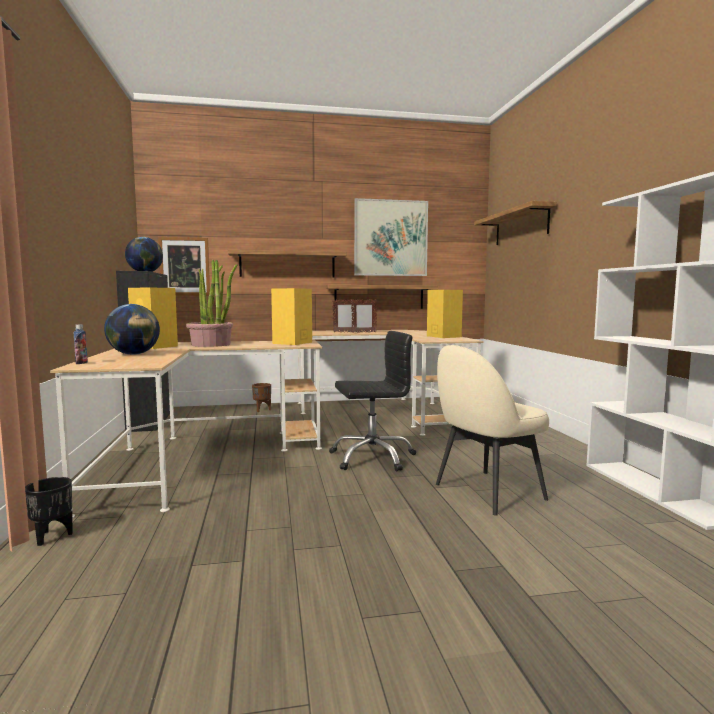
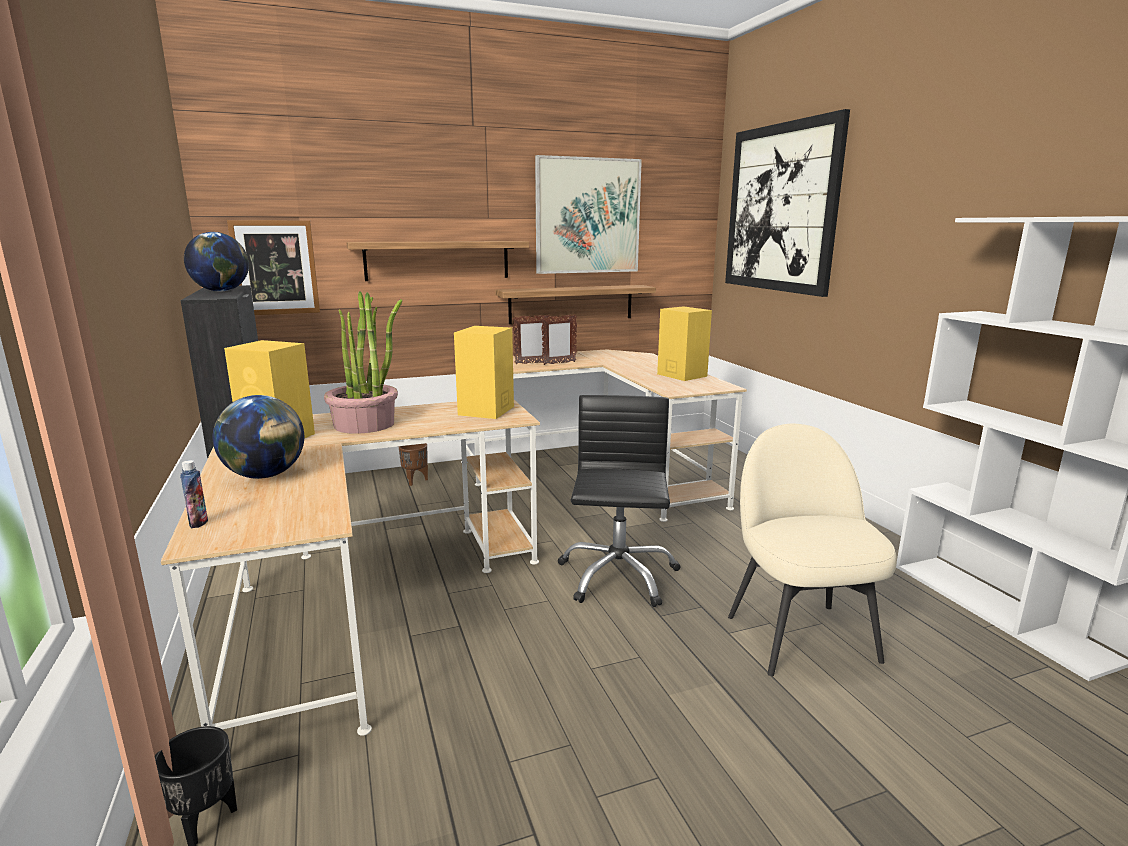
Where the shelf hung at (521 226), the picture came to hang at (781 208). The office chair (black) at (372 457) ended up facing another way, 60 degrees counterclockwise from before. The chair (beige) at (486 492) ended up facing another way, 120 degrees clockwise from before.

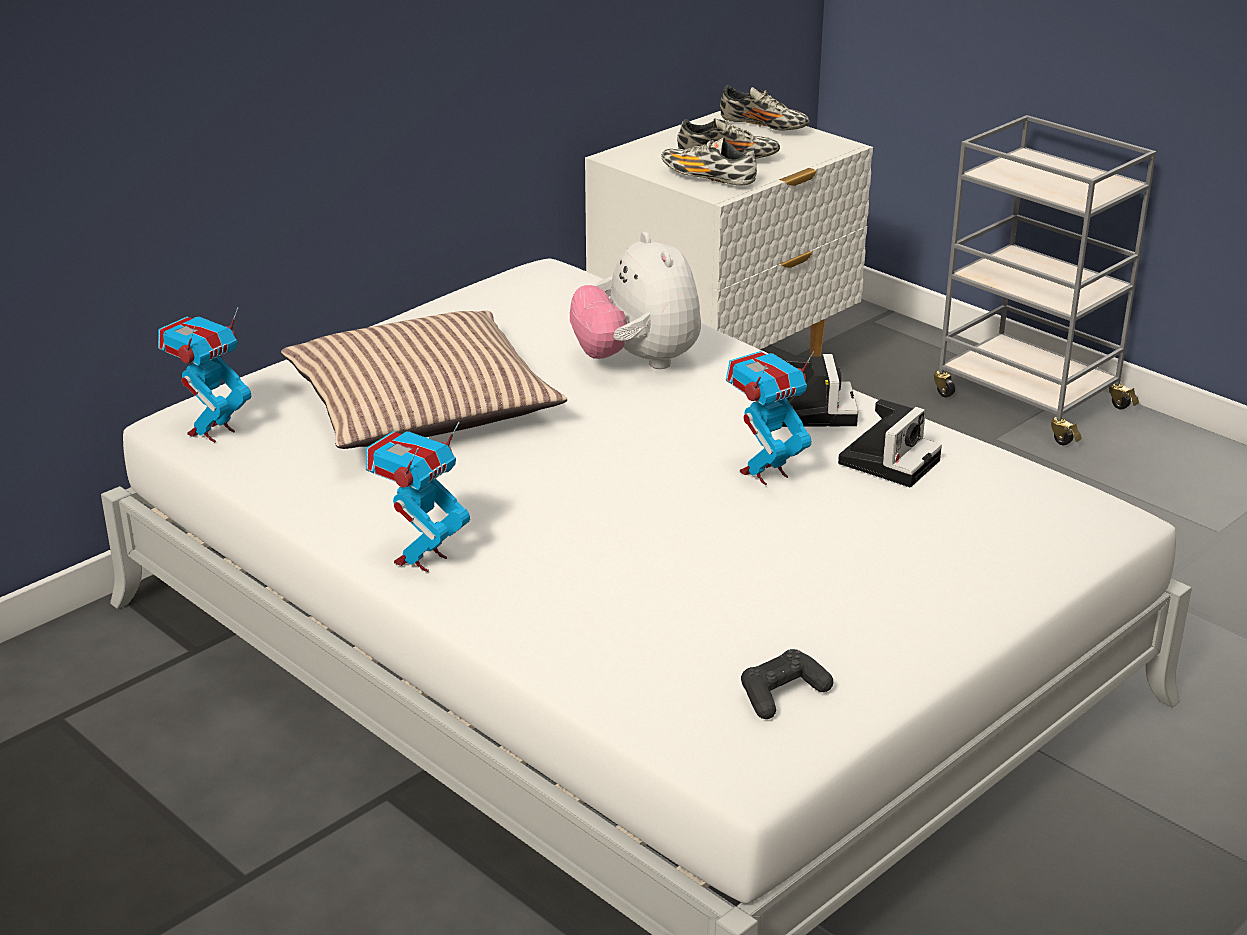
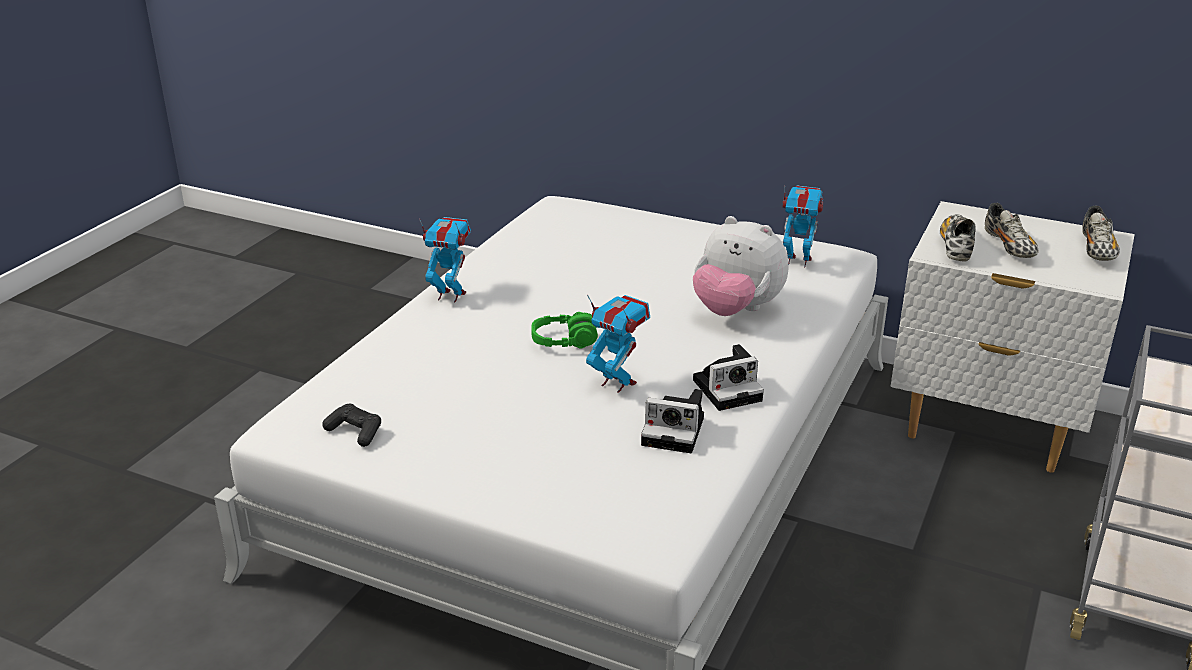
The plush toy at (637 362) ended up facing another way, 105 degrees counterclockwise from before. The toy robot ended up elsewhere, having gone from (212 431) to (798 261). The second view lost the pillow at (421 407). The second view gained the headphones (green) at (564 341).

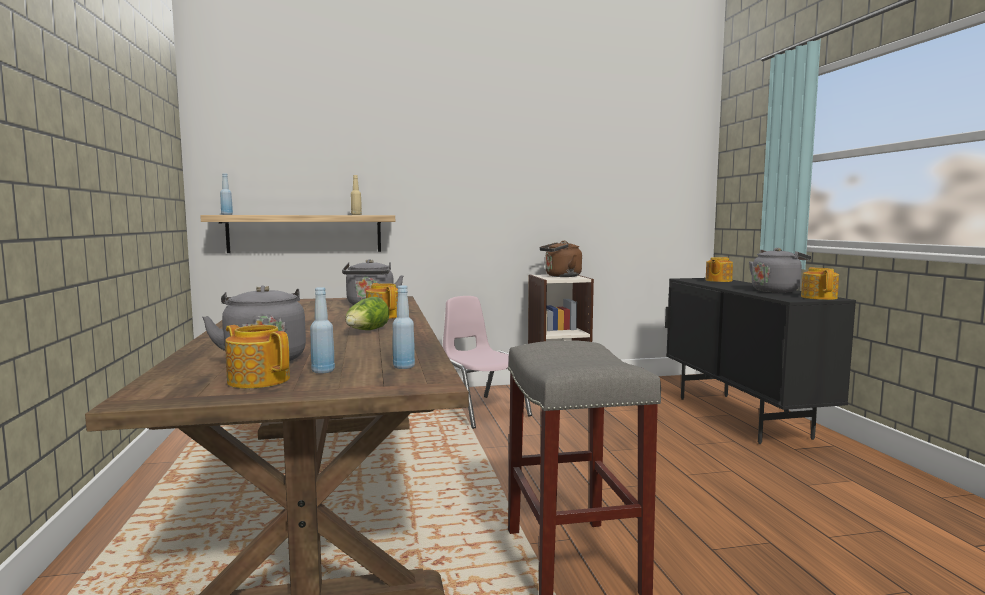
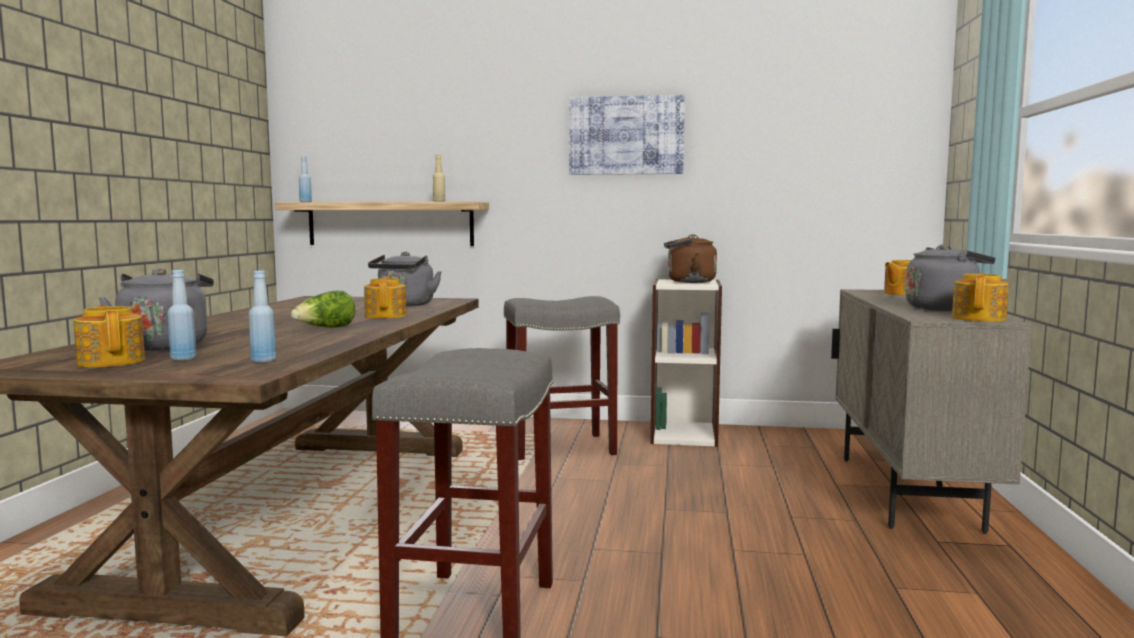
What was the cabinet (black) at (741 417) turned into the cabinet (beige) at (907 492). Where the chair (pink) stood at (481 411), the stool (grey) came to stand at (561 447). The second view gained the picture at (626 135).

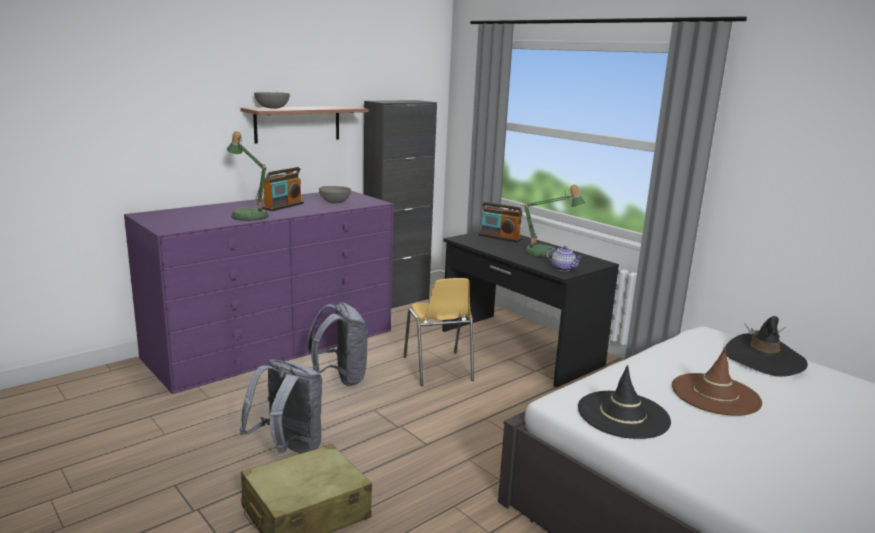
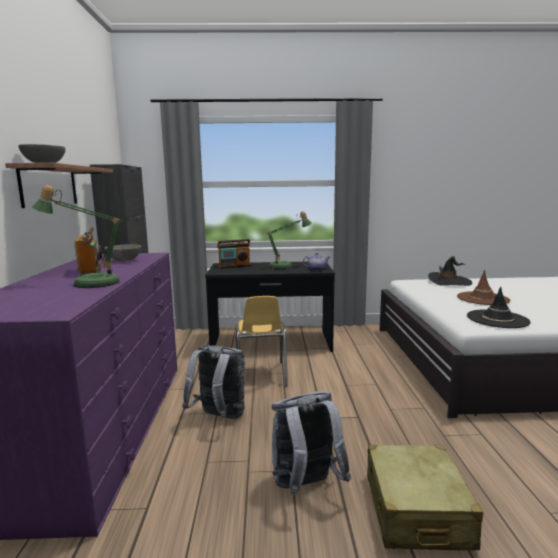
The chair (yellow) at (438 369) ended up facing another way, 60 degrees clockwise from before.

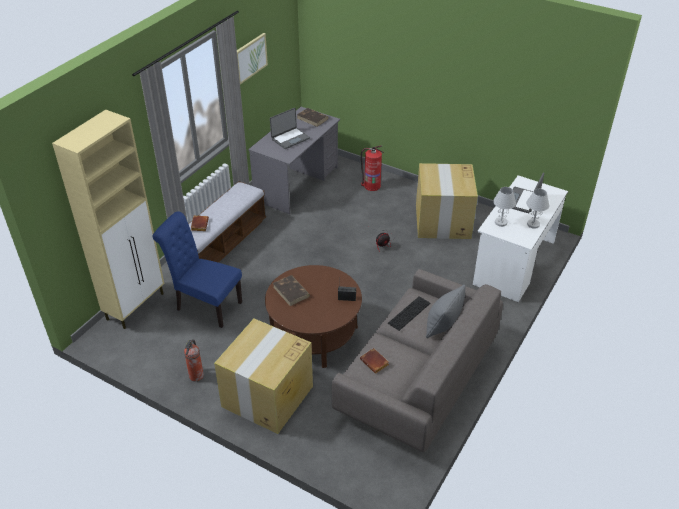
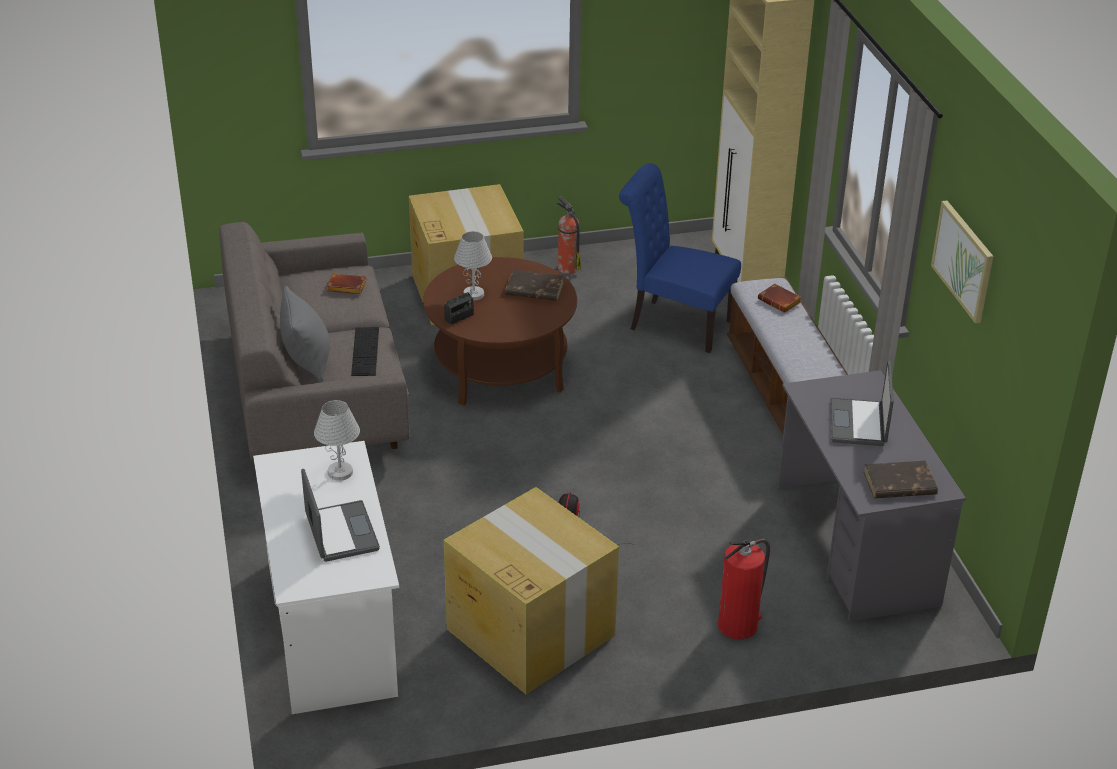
The table lamp (white) ended up elsewhere, having gone from (533 224) to (474 294). The chair (blue) at (205 305) ended up facing another way, 135 degrees counterclockwise from before.

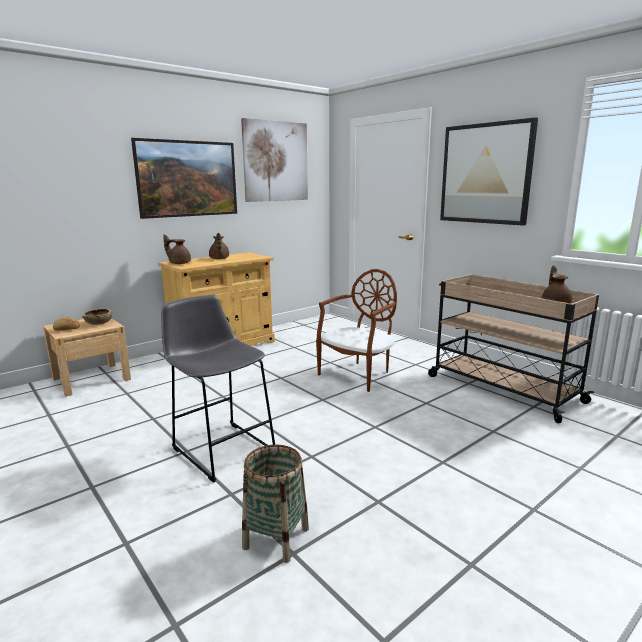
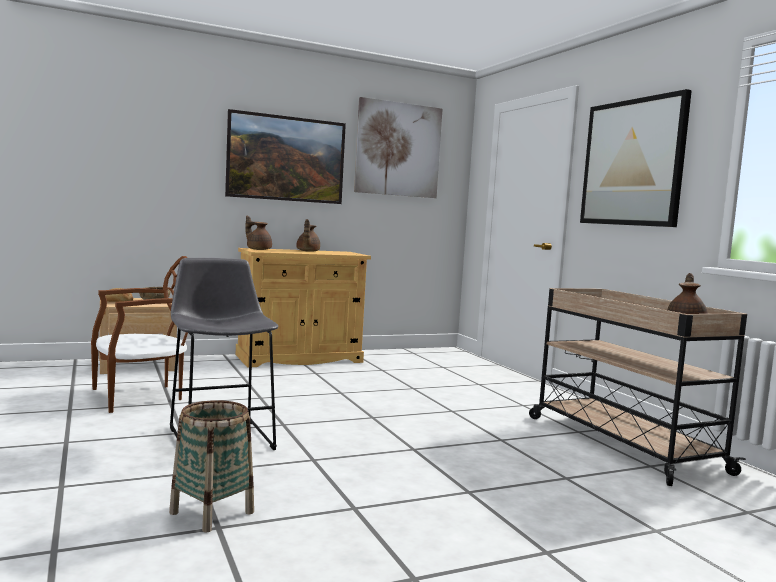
The chair (brown) ended up elsewhere, having gone from (358 374) to (140 396).

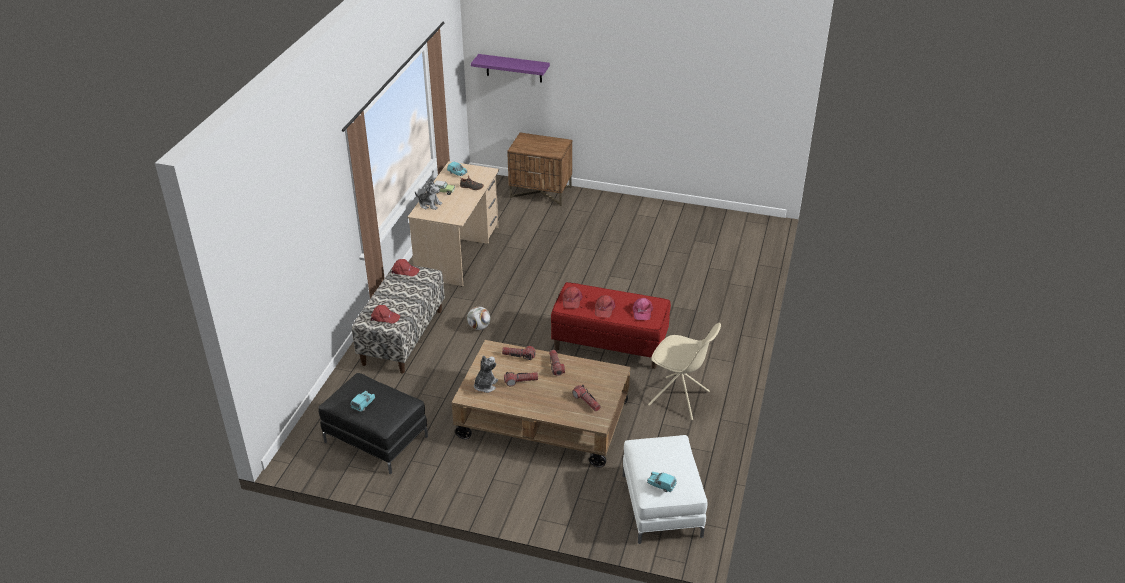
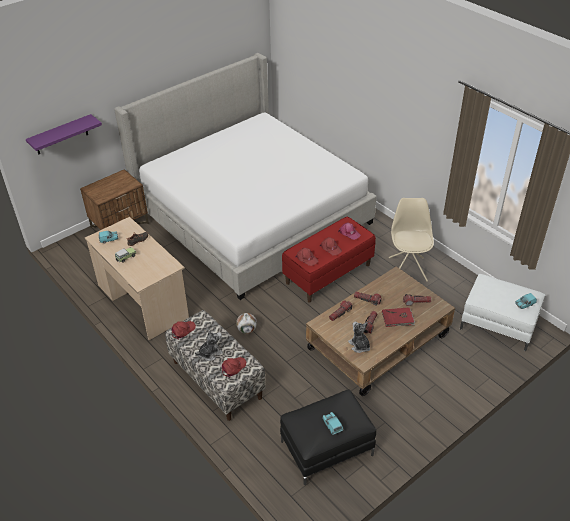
The plush toy ended up elsewhere, having gone from (429 204) to (210 353). The chair (beige) at (680 399) ended up facing another way, 60 degrees counterclockwise from before. The second view gained the bed at (252 215). The second view gained the book (red) at (398 318).

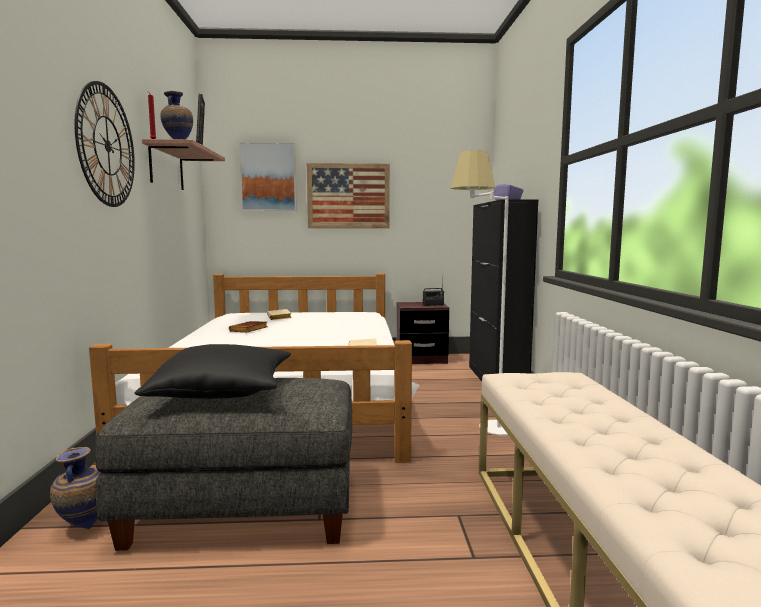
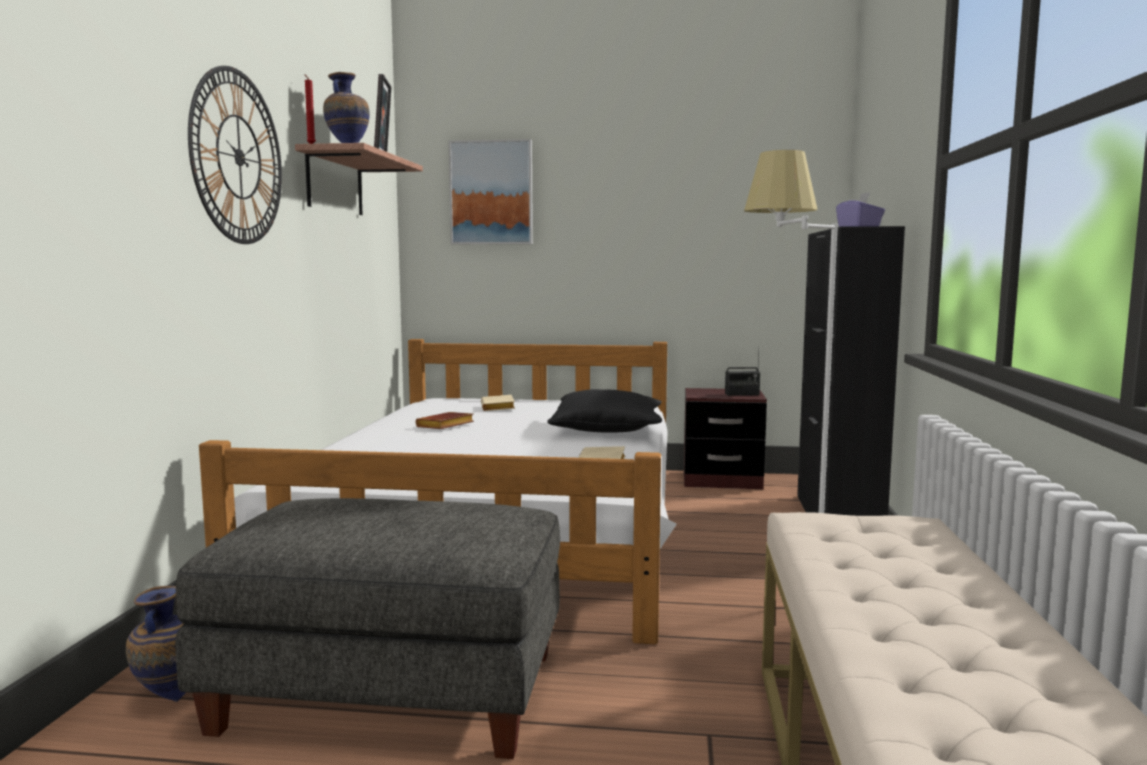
The second view lost the picture at (348 196). The pillow (black) ended up elsewhere, having gone from (223 391) to (607 429).

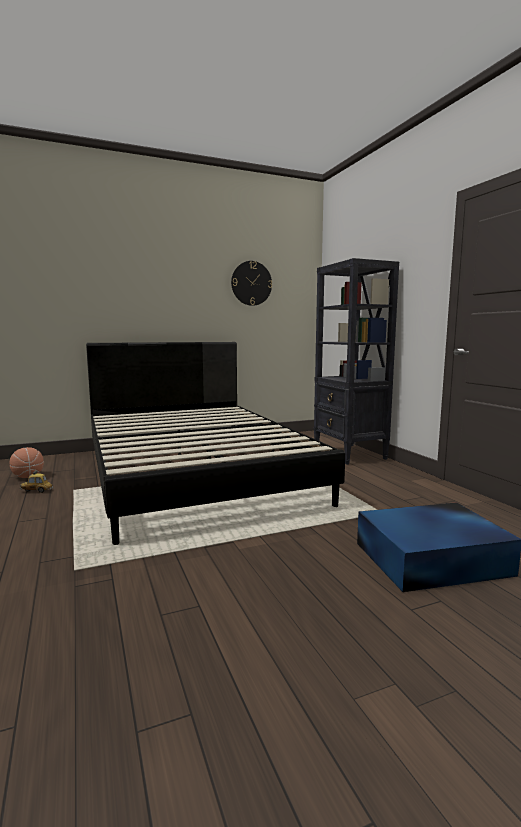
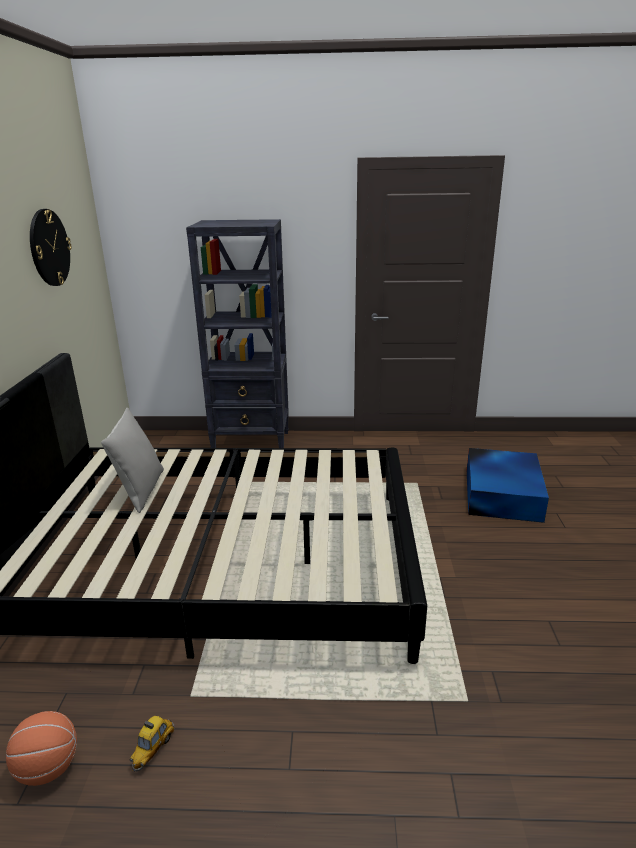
The second view gained the pillow (grey) at (140 491).

